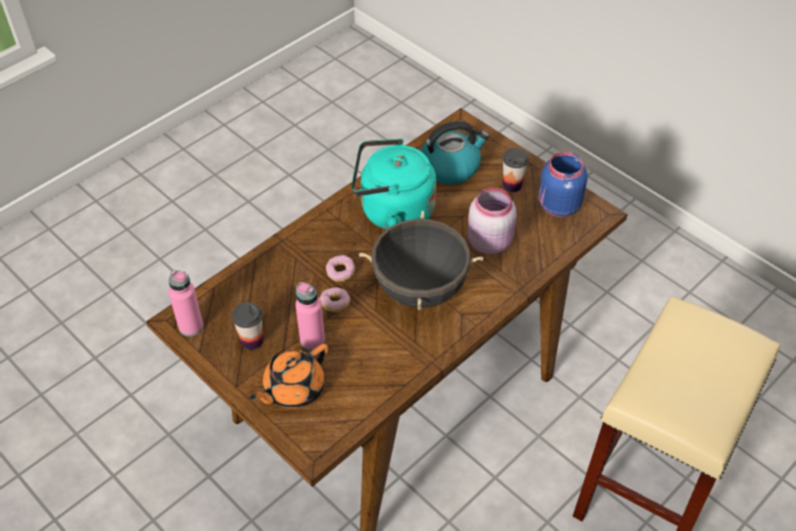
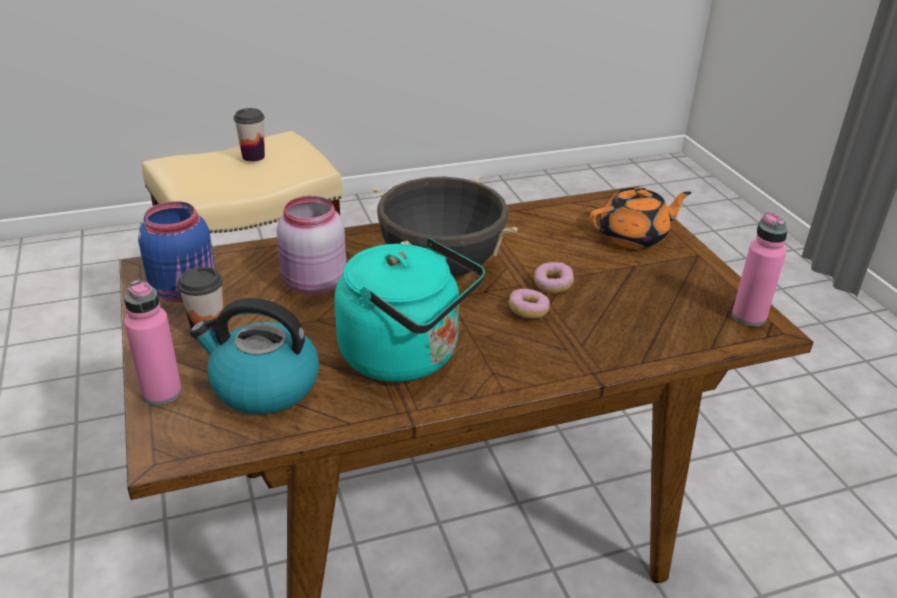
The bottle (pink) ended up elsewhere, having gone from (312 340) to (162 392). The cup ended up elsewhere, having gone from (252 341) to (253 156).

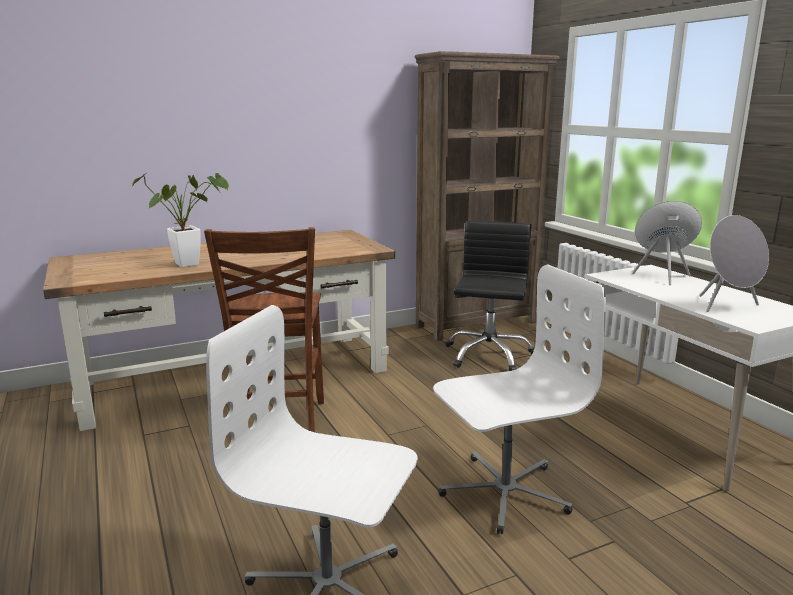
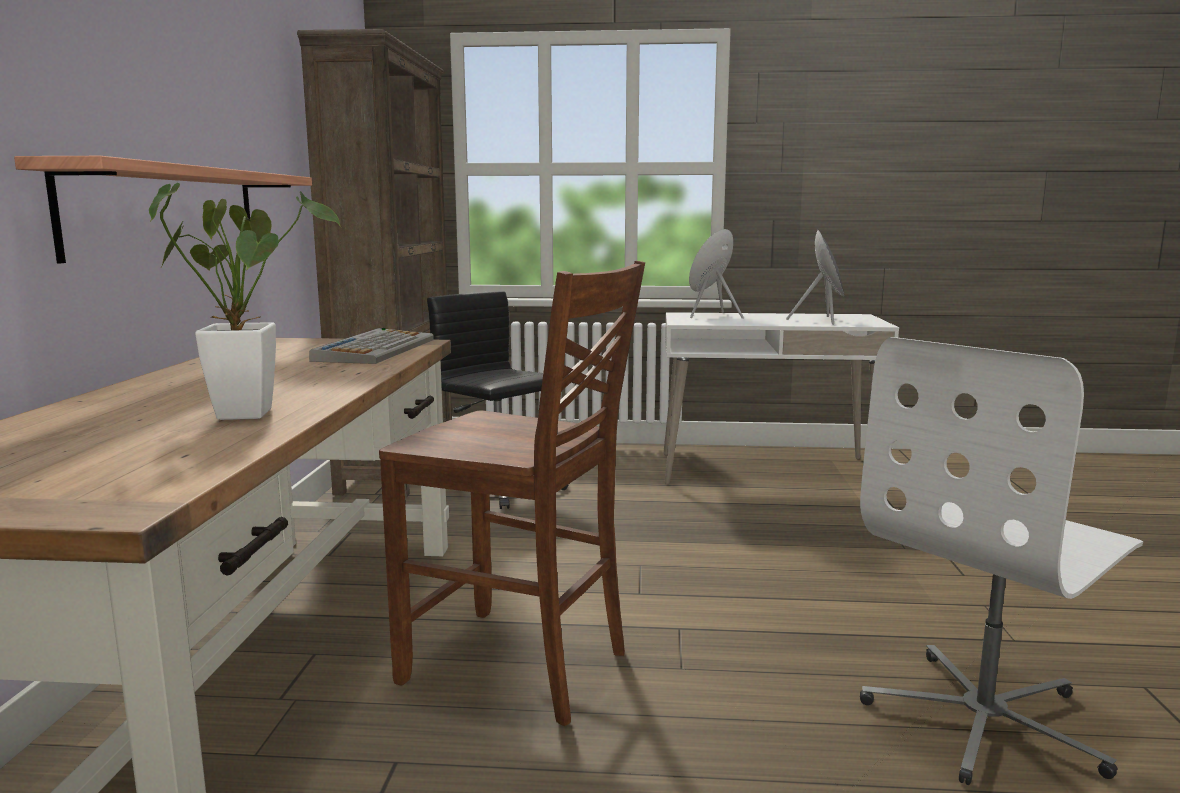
The second view lost the office chair (white) at (504 492). The second view gained the shelf at (167 211). The second view gained the keyboard at (375 349).

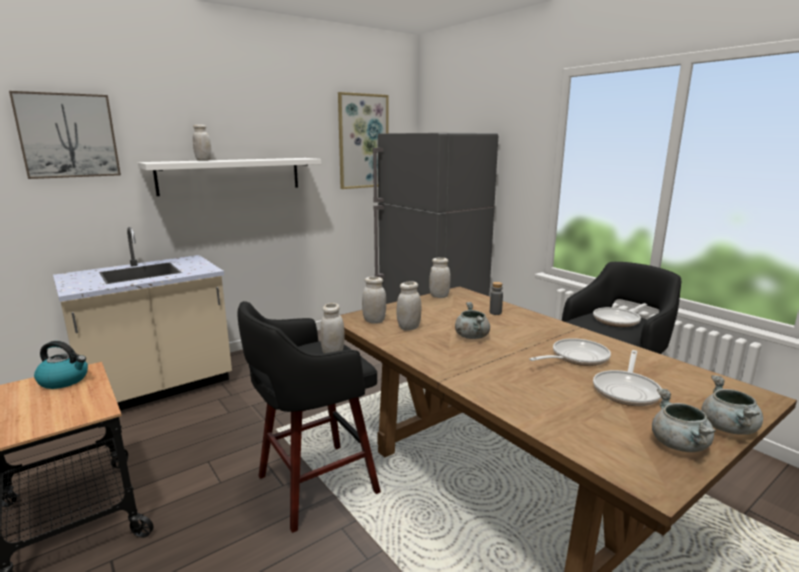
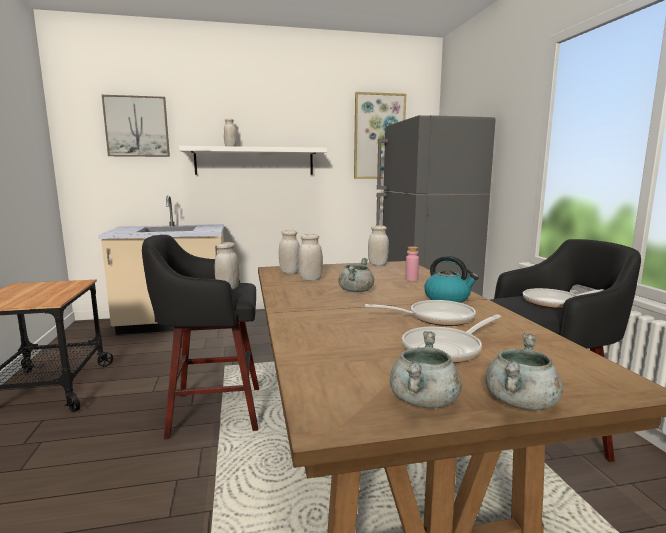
What was the bottle (grey) at (495 313) turned into the bottle (pink) at (411 279). The kettle ended up elsewhere, having gone from (65 380) to (448 298).

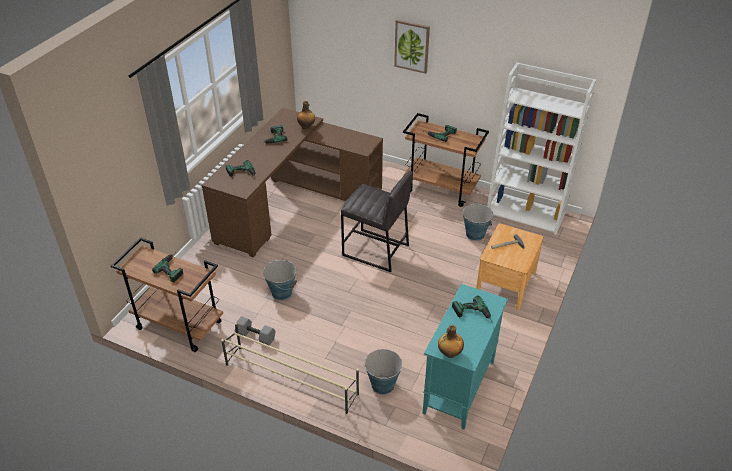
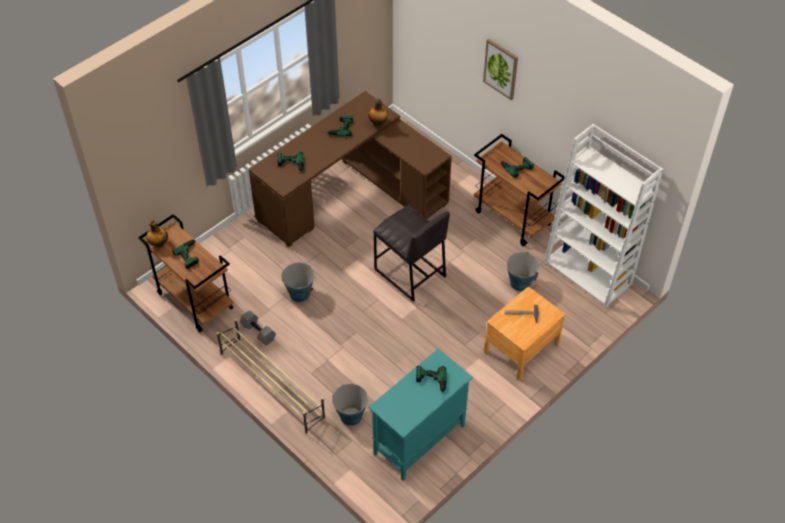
The bottle ended up elsewhere, having gone from (449 353) to (159 243).

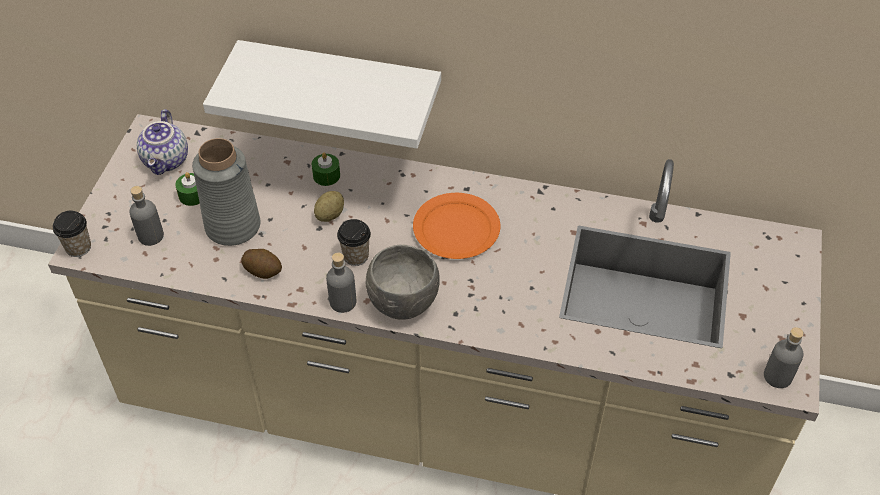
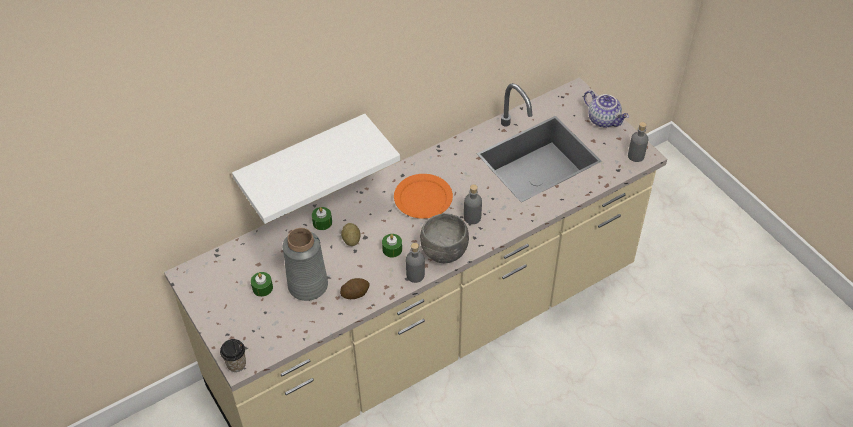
The teapot ended up elsewhere, having gone from (167 161) to (604 120). The bottle (grey) ended up elsewhere, having gone from (150 236) to (472 217). Where the cup stood at (356 256), the candle (green) came to stand at (392 249).

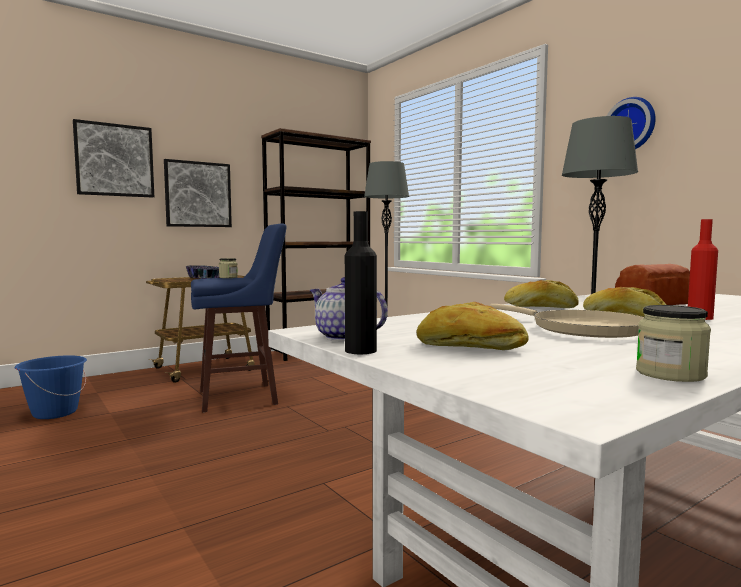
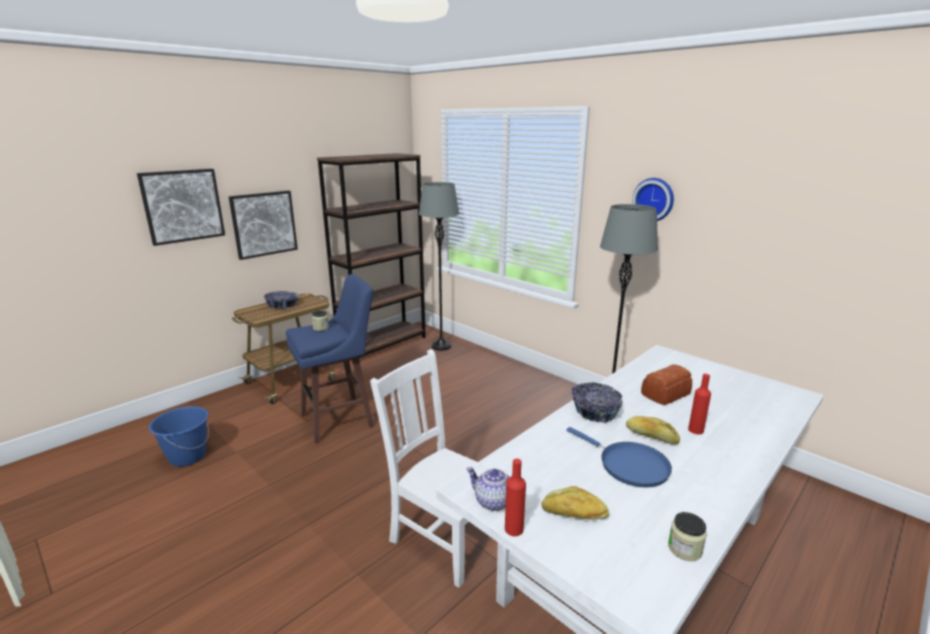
What was the bottle (black) at (360 350) turned into the bottle (red) at (514 529). Where the bread stood at (540 307), the bowl came to stand at (595 411). What was the frying pan (beige) at (581 329) turned into the frying pan (blue) at (629 465). The second view gained the chair (white) at (443 537).

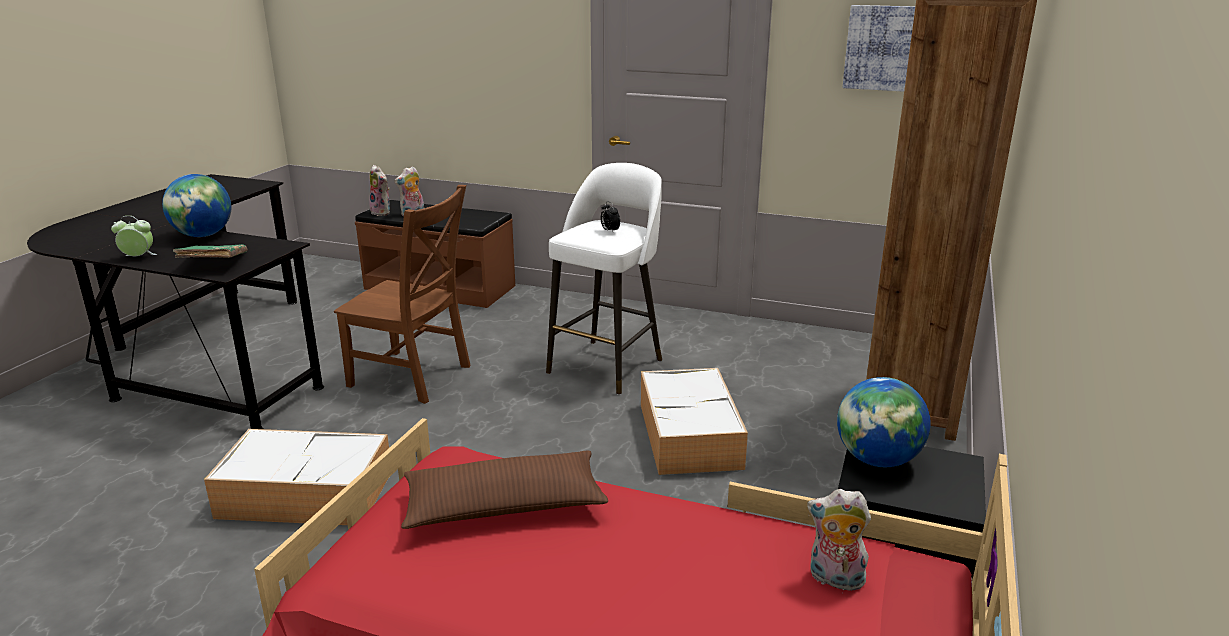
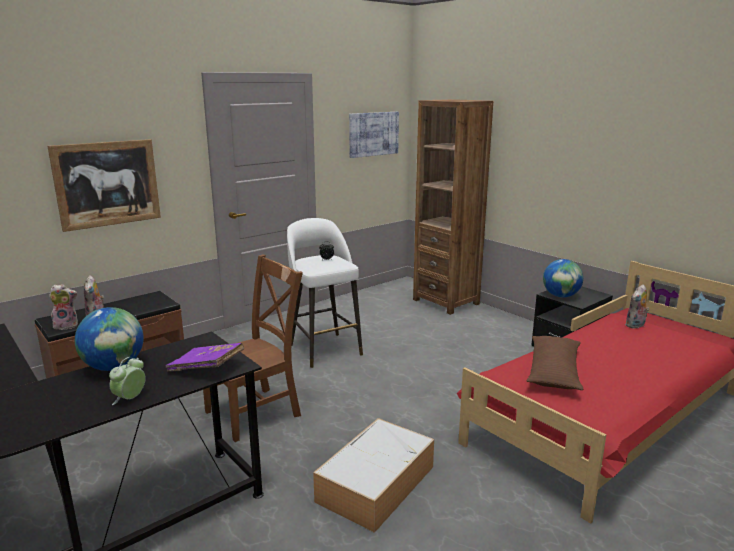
What was the book (green) at (213 263) turned into the book (purple) at (207 368). The second view lost the storage box at (690 436). The second view gained the picture at (107 184).

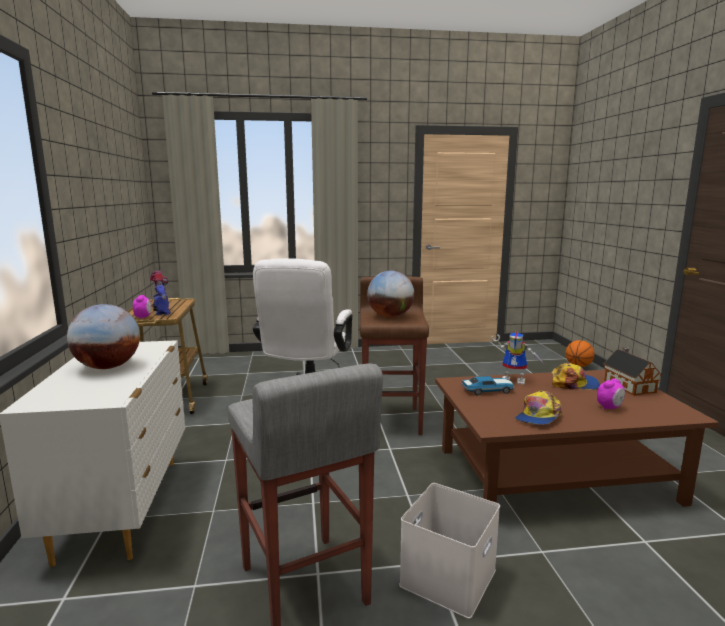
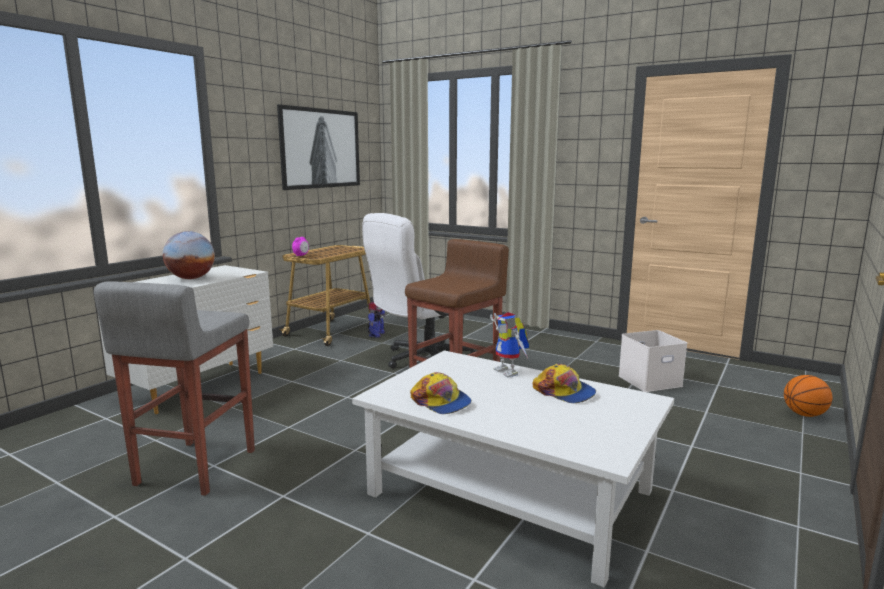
The toy robot ended up elsewhere, having gone from (162 313) to (376 334). The second view lost the globe at (390 316). The second view lost the toy house at (628 385). What was the coffee table (brown) at (554 474) turned into the coffee table (white) at (511 492). The second view lost the toy car at (488 390). The second view lost the alarm clock at (609 407). The cap at (538 416) ended up facing another way, 120 degrees counterclockwise from before. The storage box (white) ended up elsewhere, having gone from (449 579) to (649 381). The second view gained the picture at (320 148).

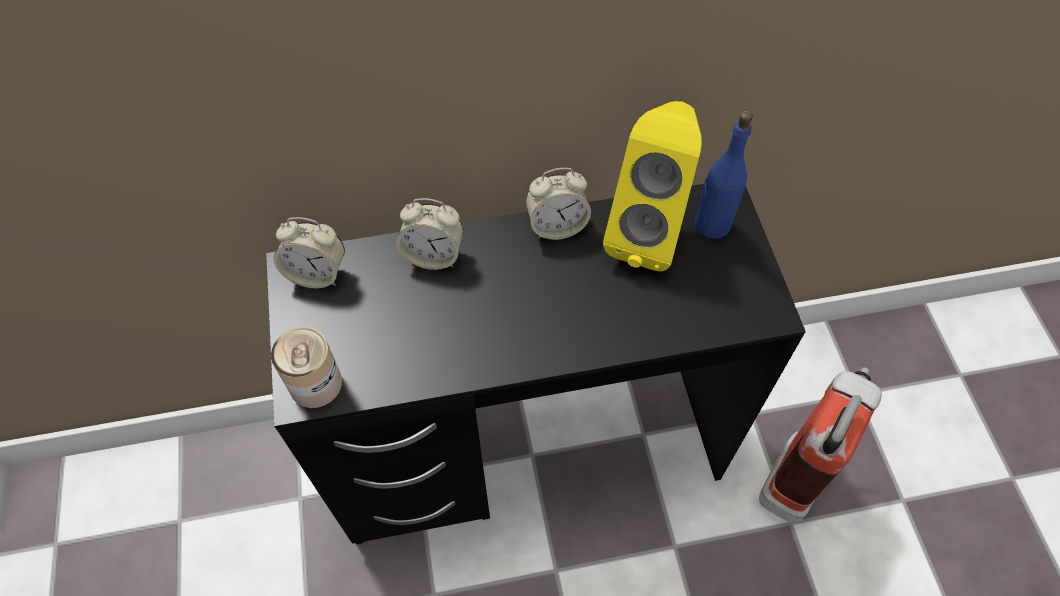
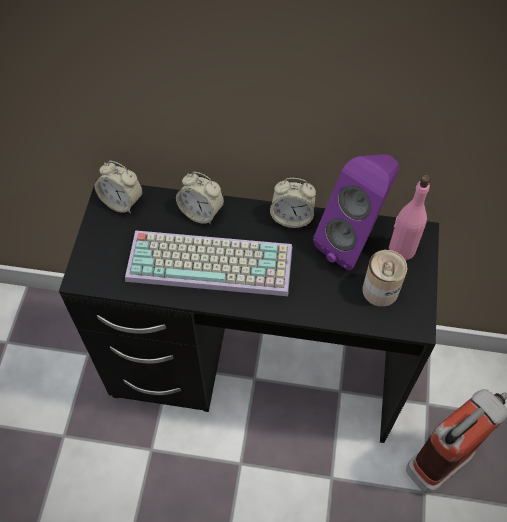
What was the speaker (yellow) at (648 232) turned into the speaker (purple) at (353 241). What was the bottle (blue) at (712 224) turned into the bottle (pink) at (401 249). The can ended up elsewhere, having gone from (315 383) to (380 290). The second view gained the keyboard at (212 261).

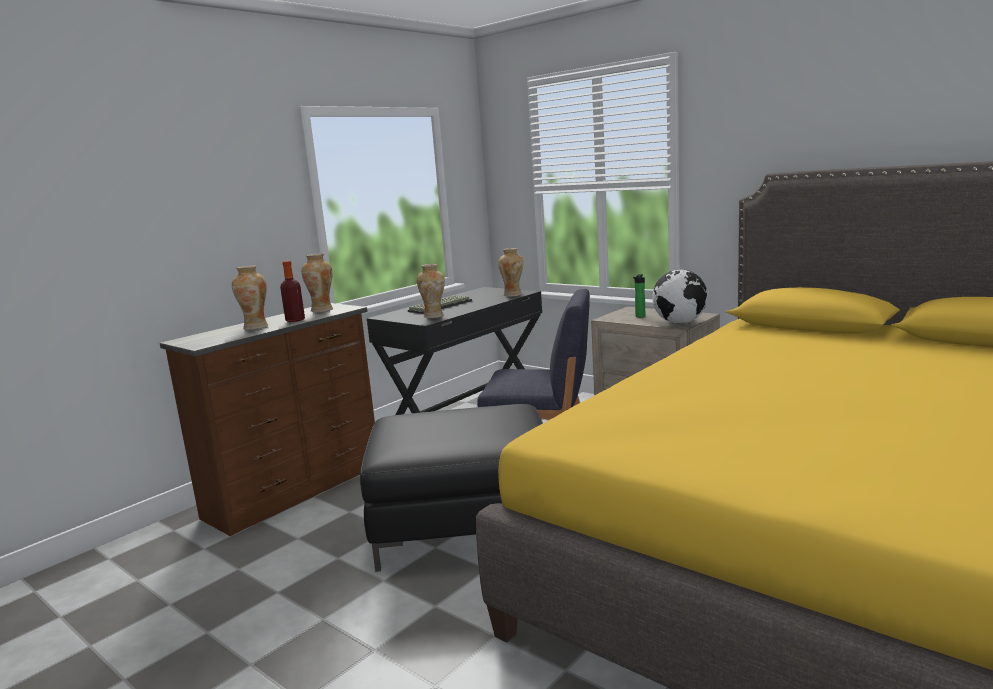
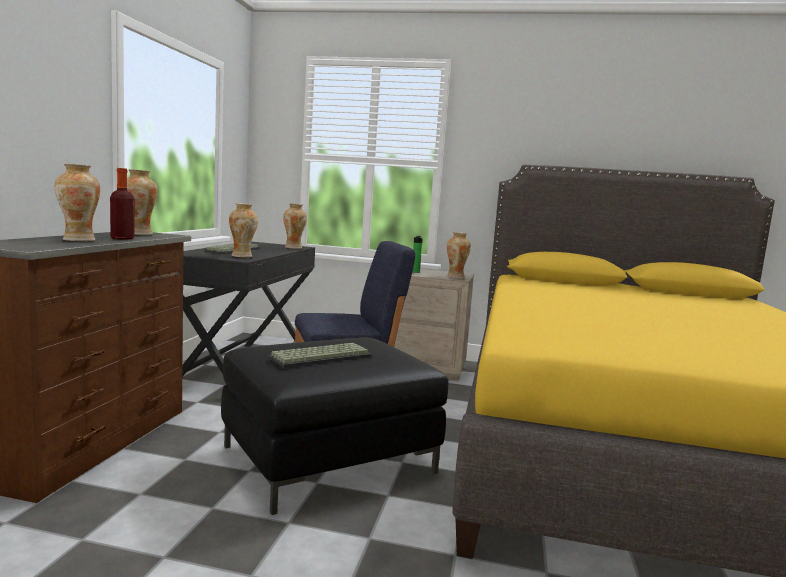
Where the globe stood at (680 323), the vase came to stand at (456 277). The second view gained the keyboard at (321 356).

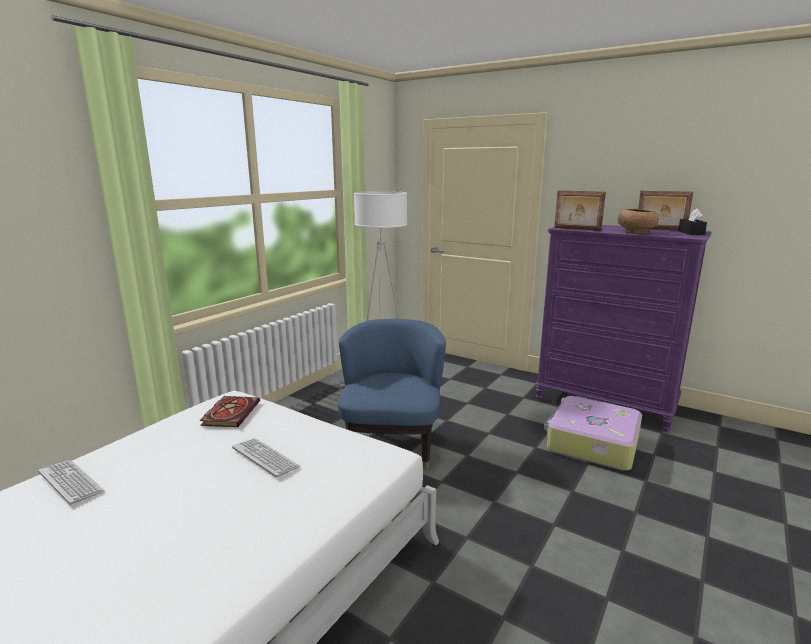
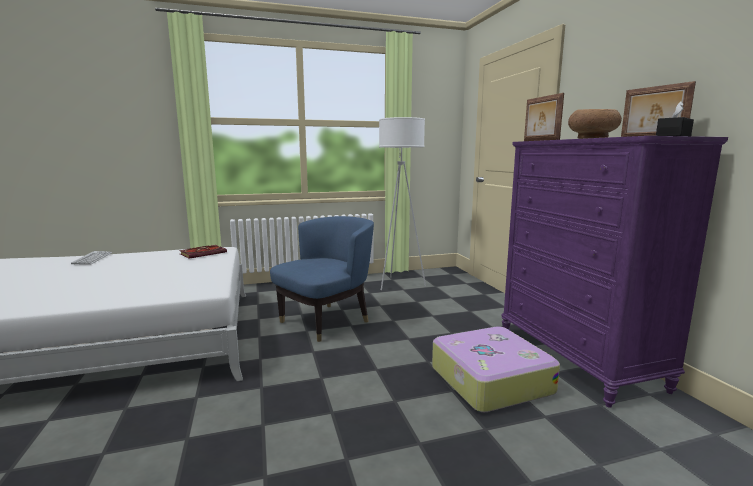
The second view lost the keyboard at (265 458).

